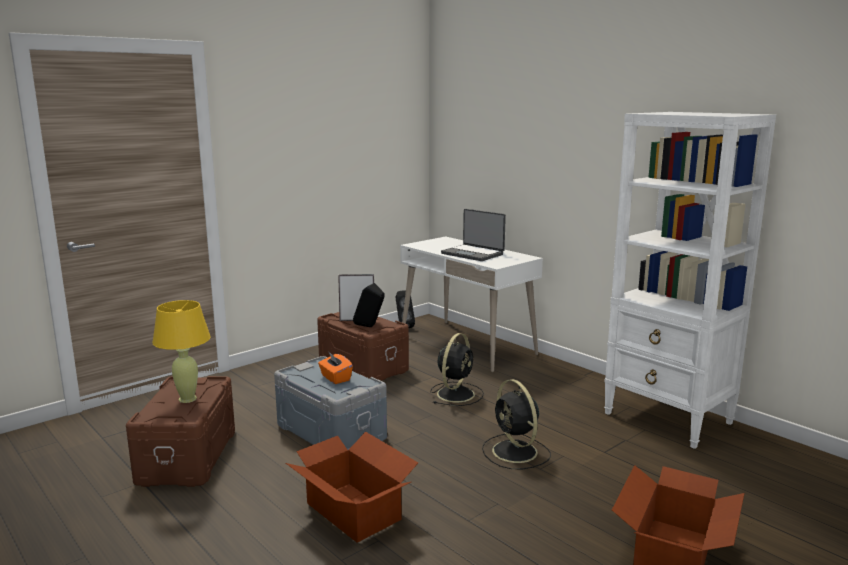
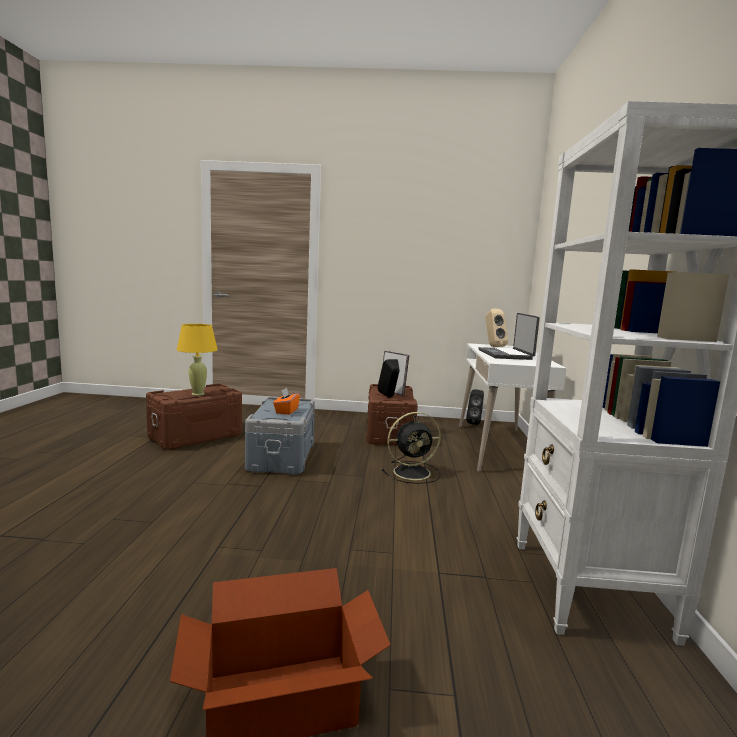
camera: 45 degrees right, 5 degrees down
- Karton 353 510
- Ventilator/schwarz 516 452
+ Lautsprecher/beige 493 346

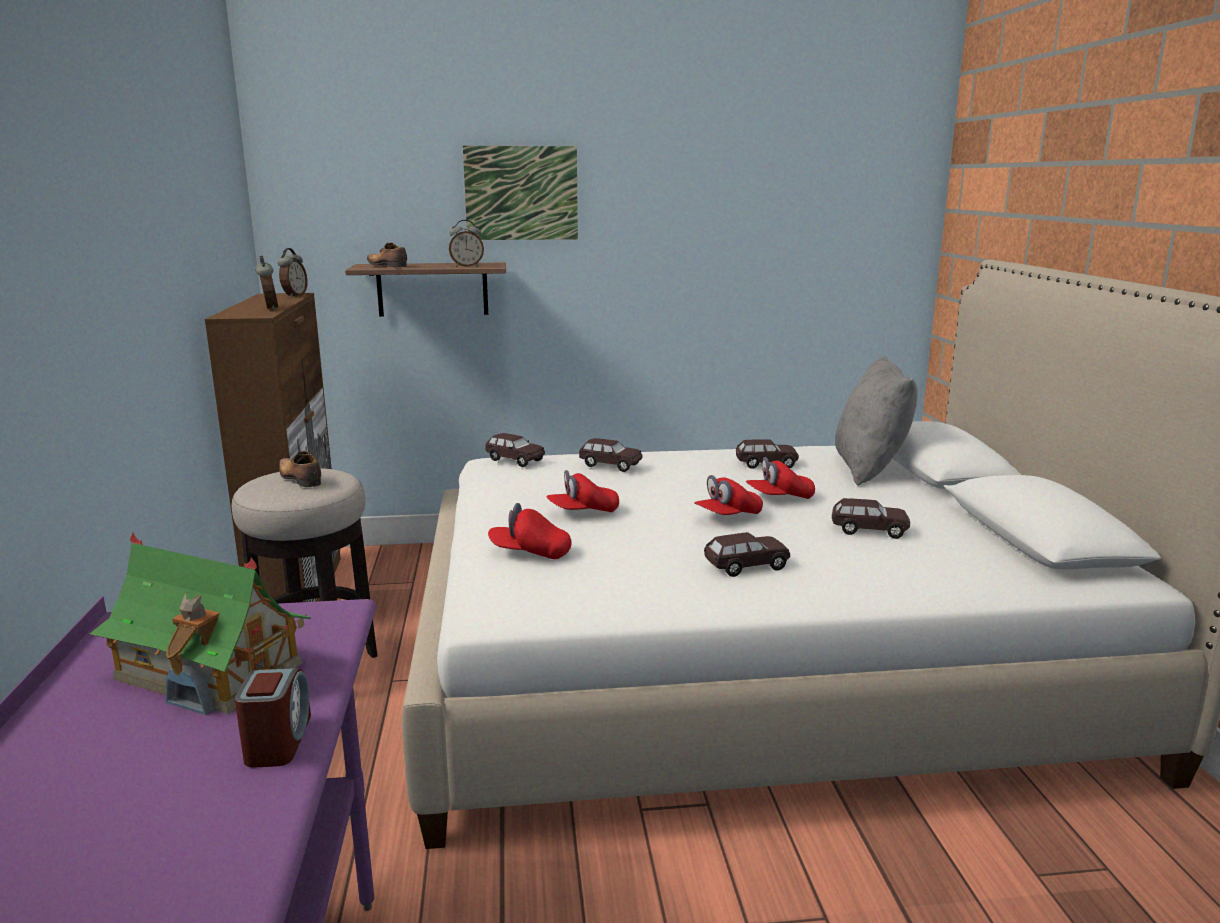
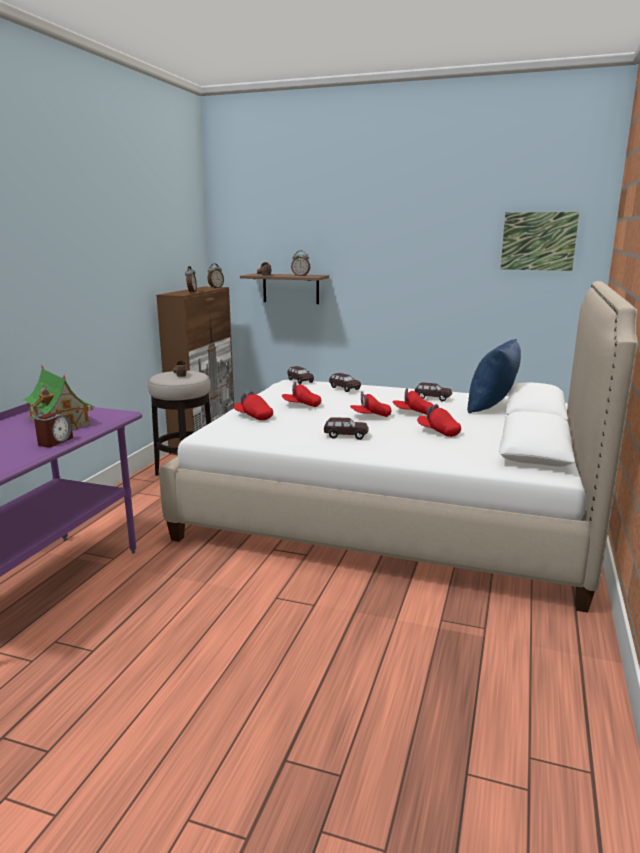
camera: 25 degrees right, 0 degrees up
~ Bild 521 193 to 538 241
~ Spielzeugauto/braun 869 530 to Kappe/rot 438 432
~ Kissen/grau 870 469 to Kissen/blau 492 407

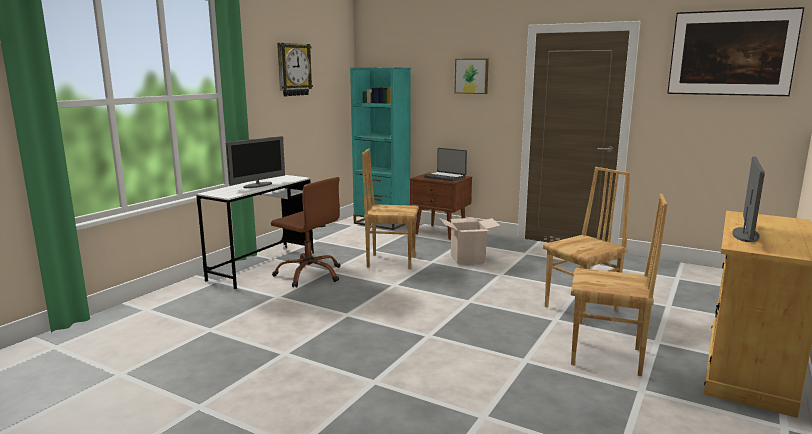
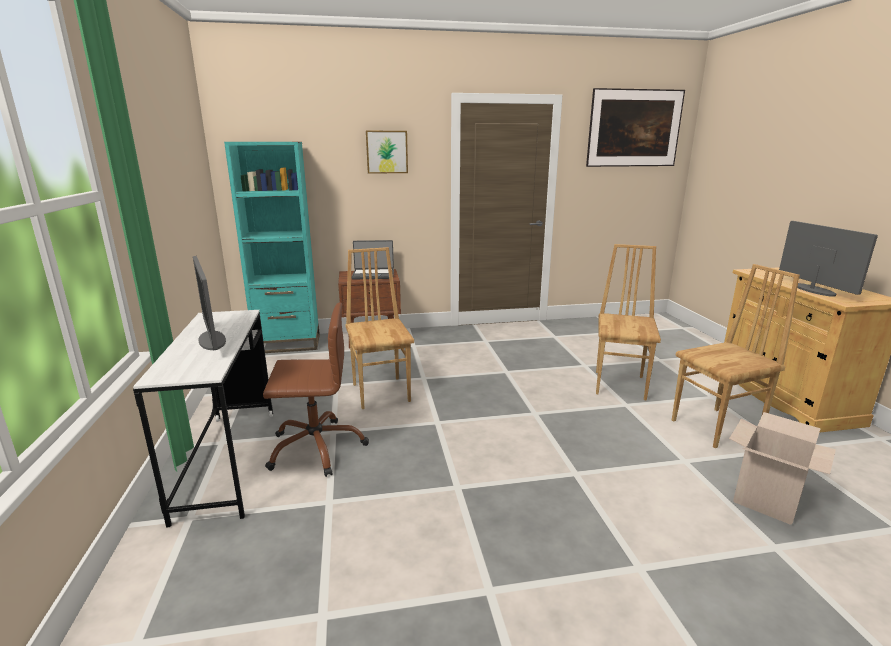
camera: 40 degrees left, 5 degrees up
~ Monitor 258 185 = 212 341 150 degrees clockwise
- Wanduhr 293 69
~ Stuhl/braun 391 261 = 382 392 105 degrees clockwise
~ Karton 467 259 to 767 499

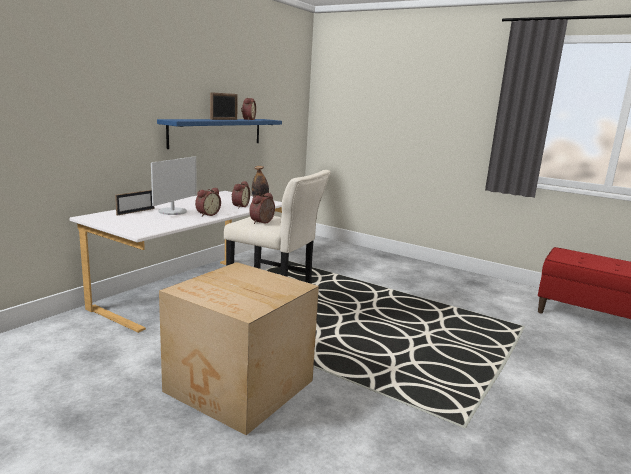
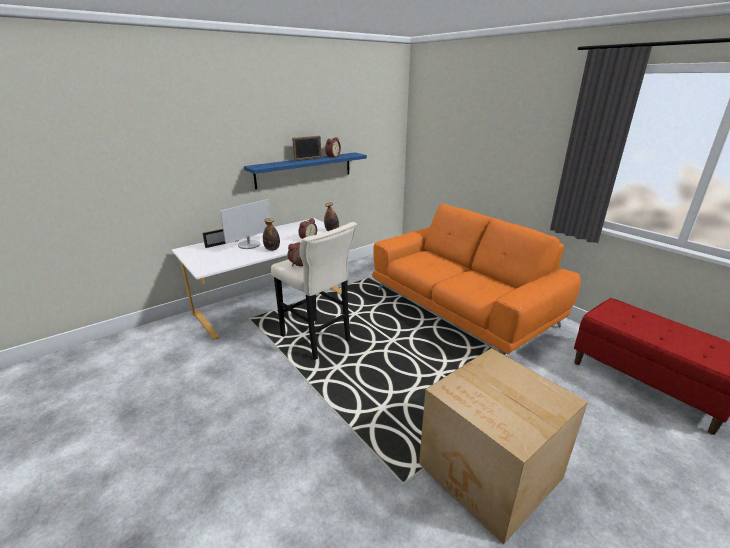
camera: 20 degrees right, 10 degrees up
~ Karton 240 387 to 490 473
~ Wecker 207 214 to Flasche 272 249
+ Sofa/orange 462 307

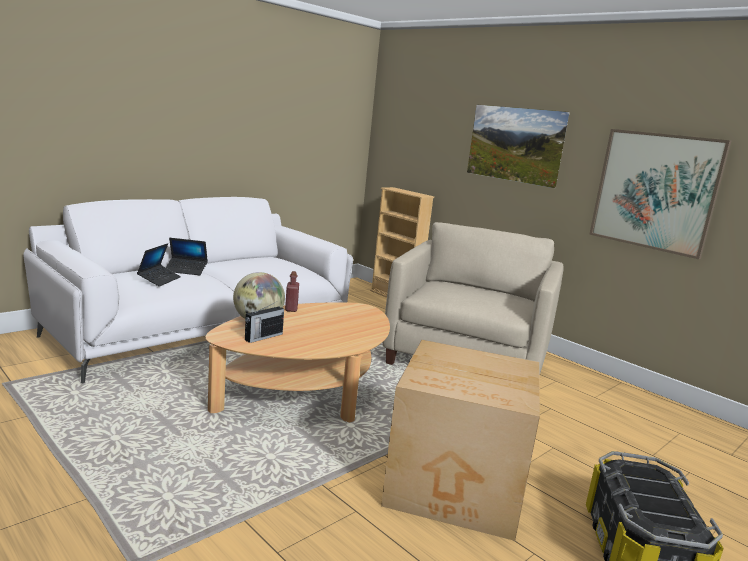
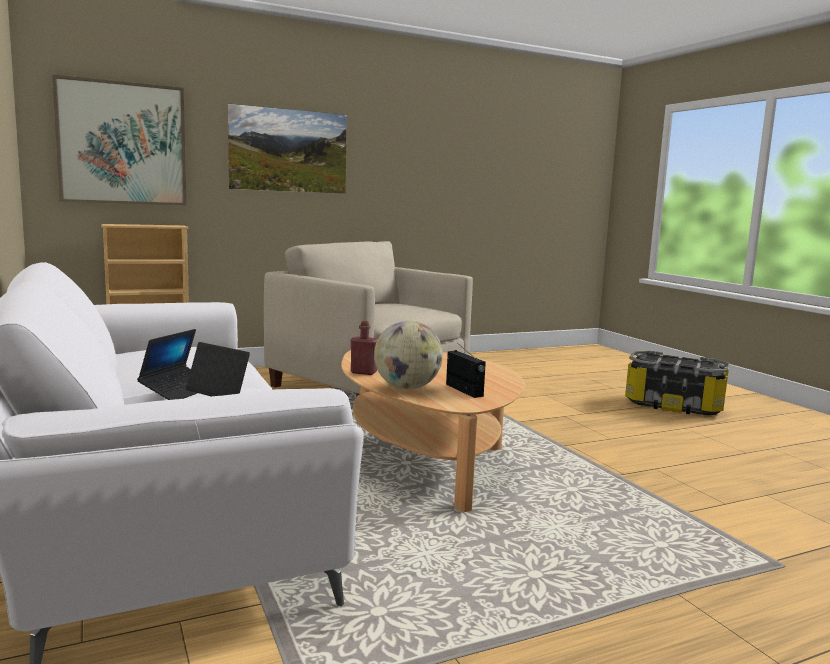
camera: 70 degrees left, 5 degrees down
- Karton 457 486
~ Bild 655 191 to 122 143

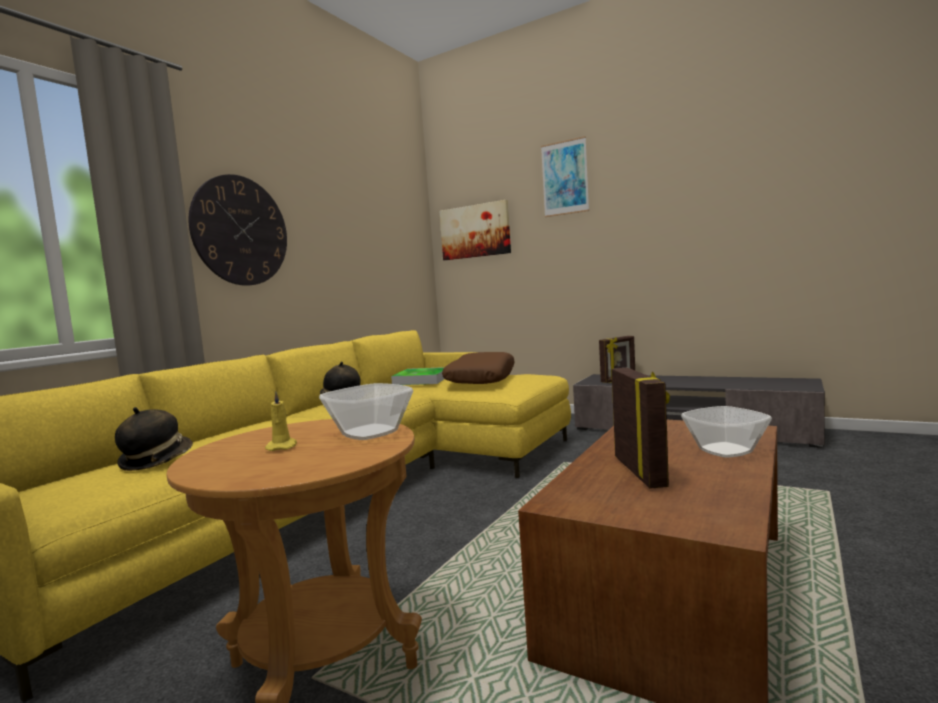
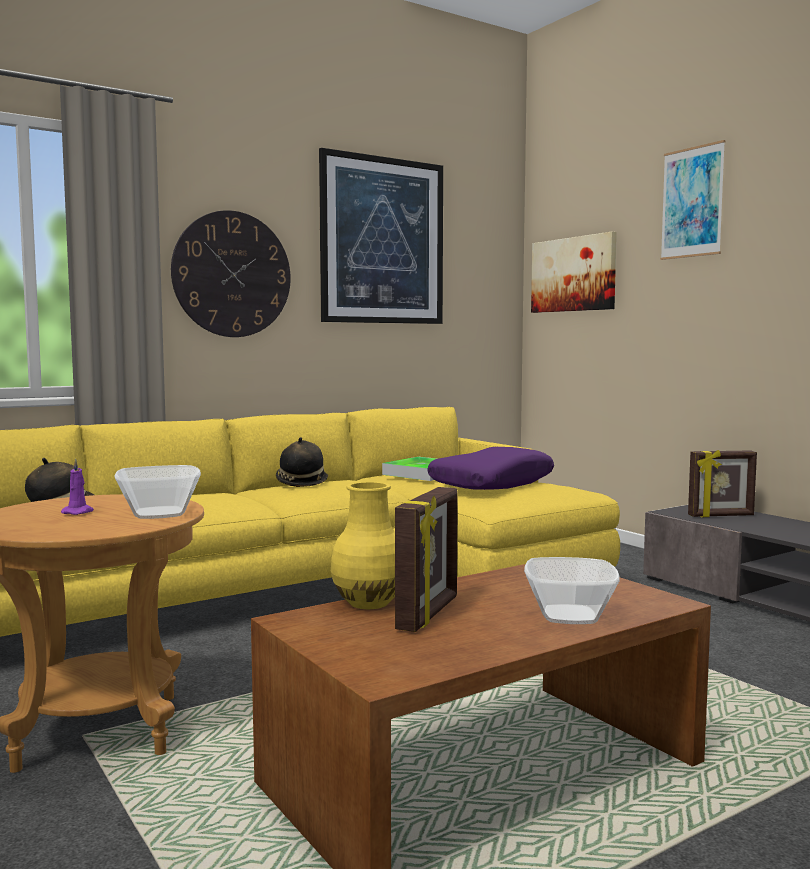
camera: 25 degrees right, 0 degrees up
~ Kerze/gelb 282 447 to Kerze/lila 79 512
~ Kissen/braun 480 379 to Kissen/lila 491 484
+ Bild 382 241
+ Vase/gelb 370 603

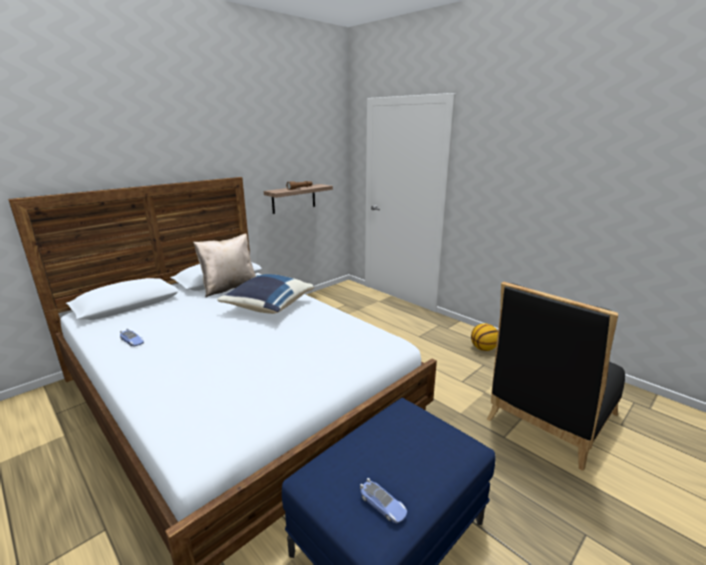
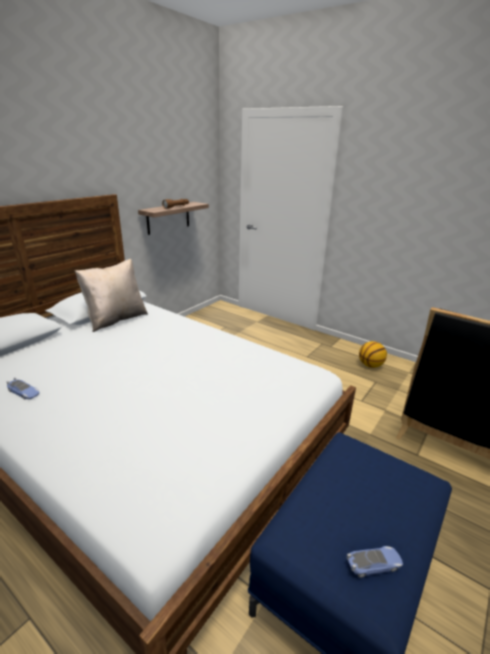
camera: 10 degrees left, 5 degrees up
- Kissen/blau 268 306
~ Spielzeugauto 383 505 = 373 564 45 degrees counterclockwise

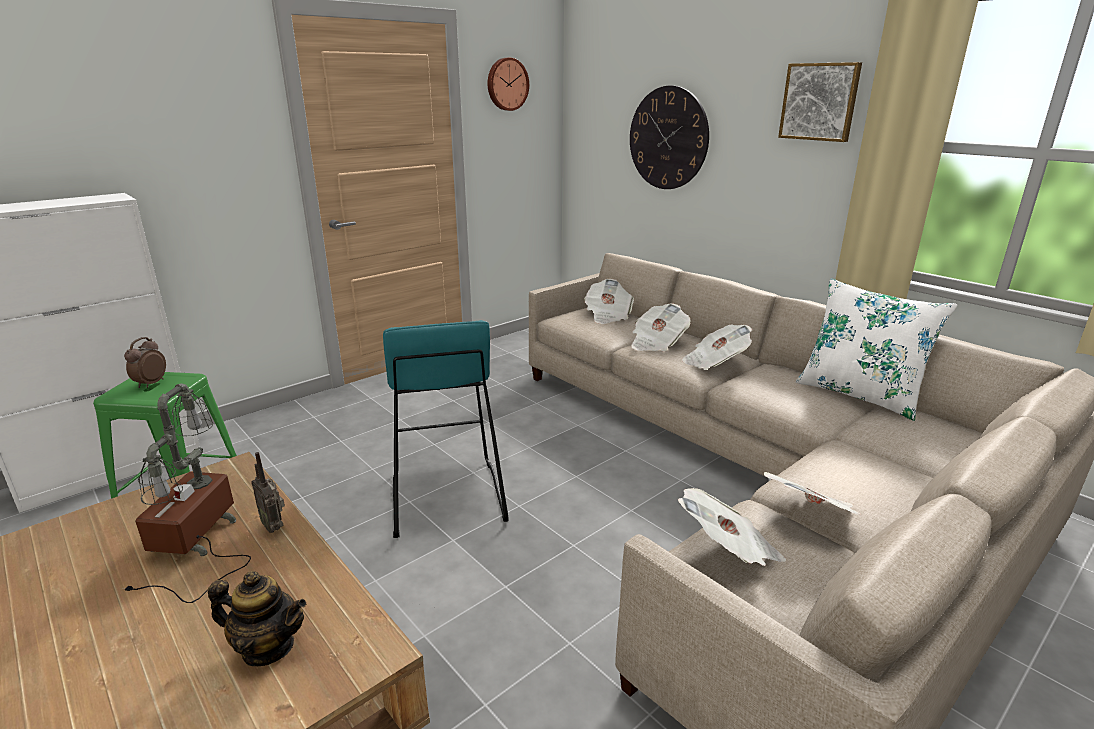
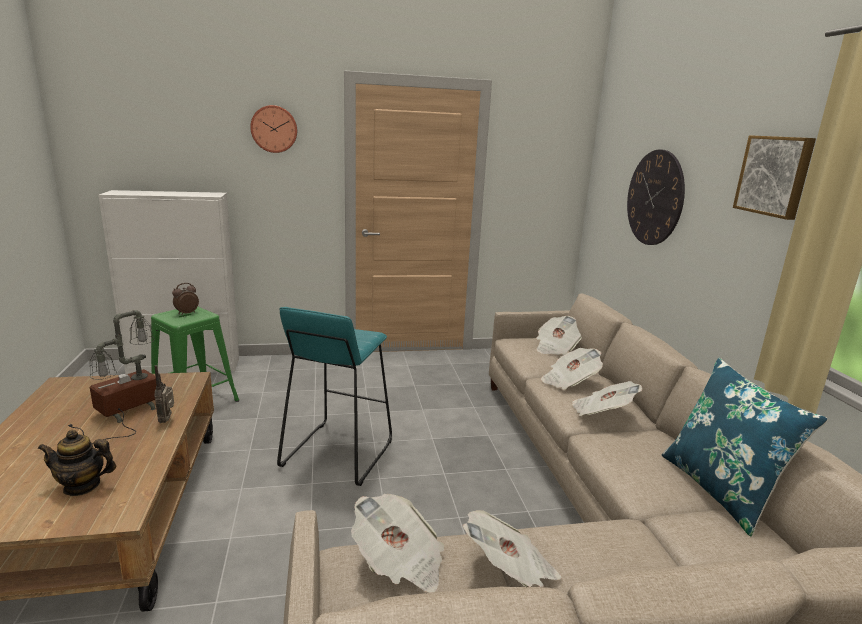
camera: 30 degrees right, 5 degrees down
~ Teekanne 268 647 = 82 486 135 degrees clockwise
~ Wanduhr 506 84 to 274 129
~ Kissen/weiß 859 394 to Kissen/blau 720 489

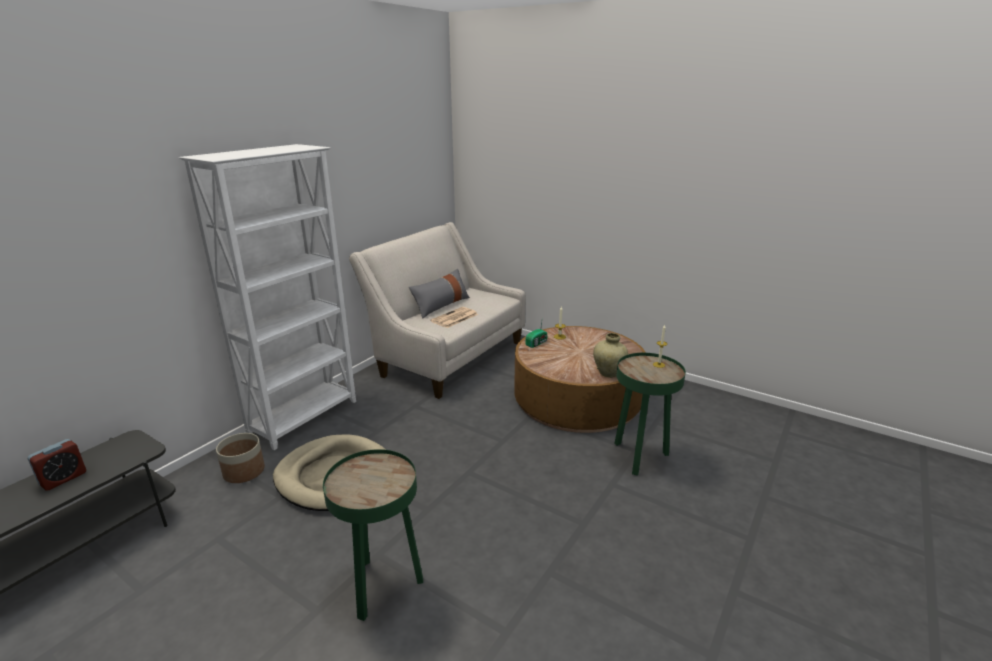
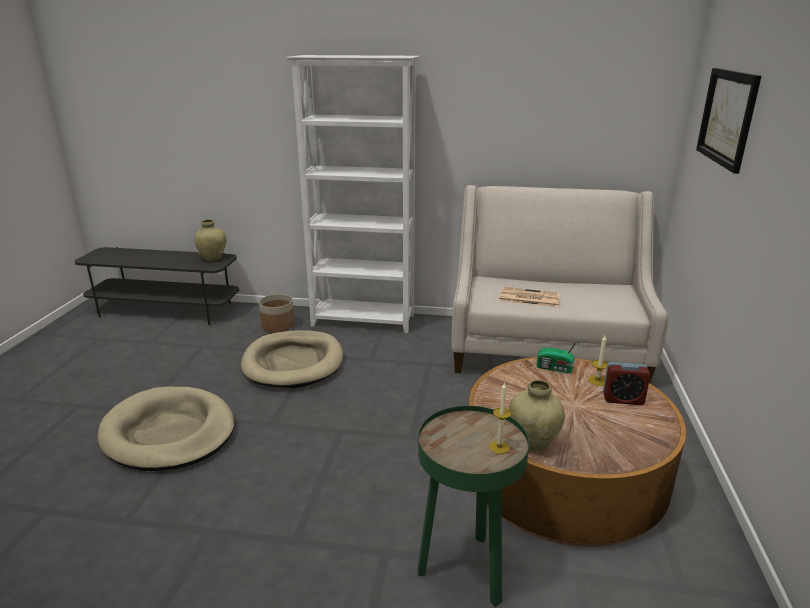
camera: 65 degrees right, 0 degrees up
~ Wecker 63 478 to 623 399
~ Beistelltisch/grün 383 586 to Hundebett/beige 169 433
- Kissen/grau 441 306
+ Vase/beige 213 258
+ Bild 727 117

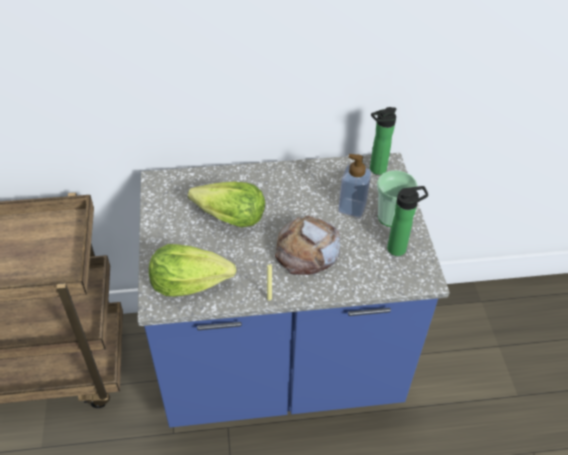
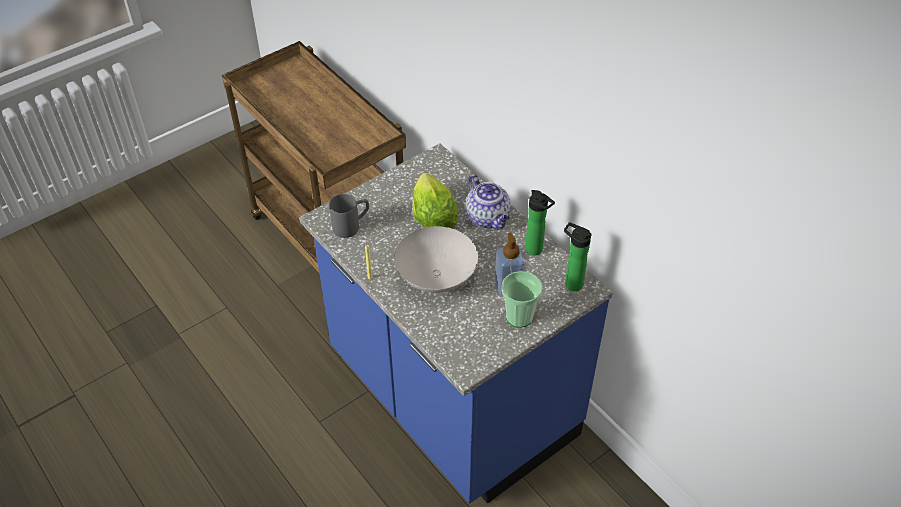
camera: 60 degrees right, 0 degrees up
~ Salatkopf 190 282 to Henkelbecher/grau 352 226
~ Brot 307 250 to Schüssel/weiß 436 278
~ Flasche 399 248 to 536 250
+ Teekanne 488 218

